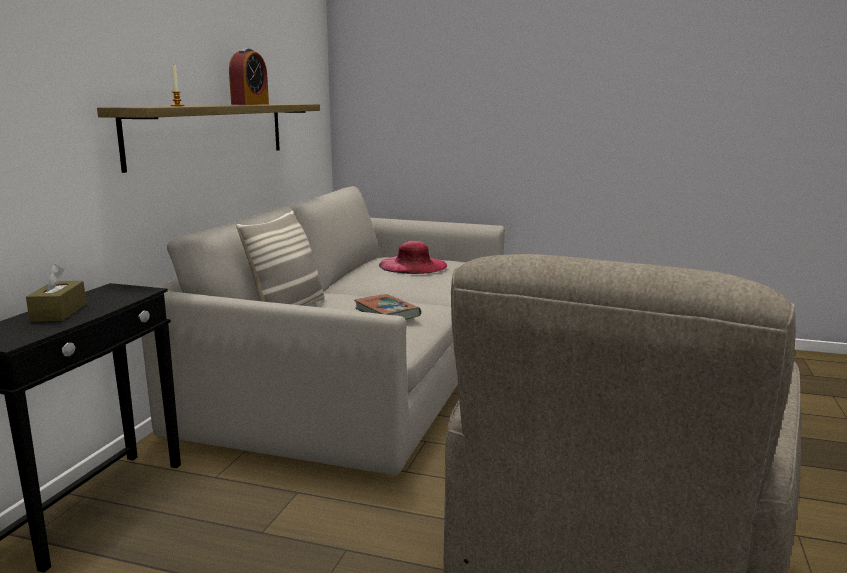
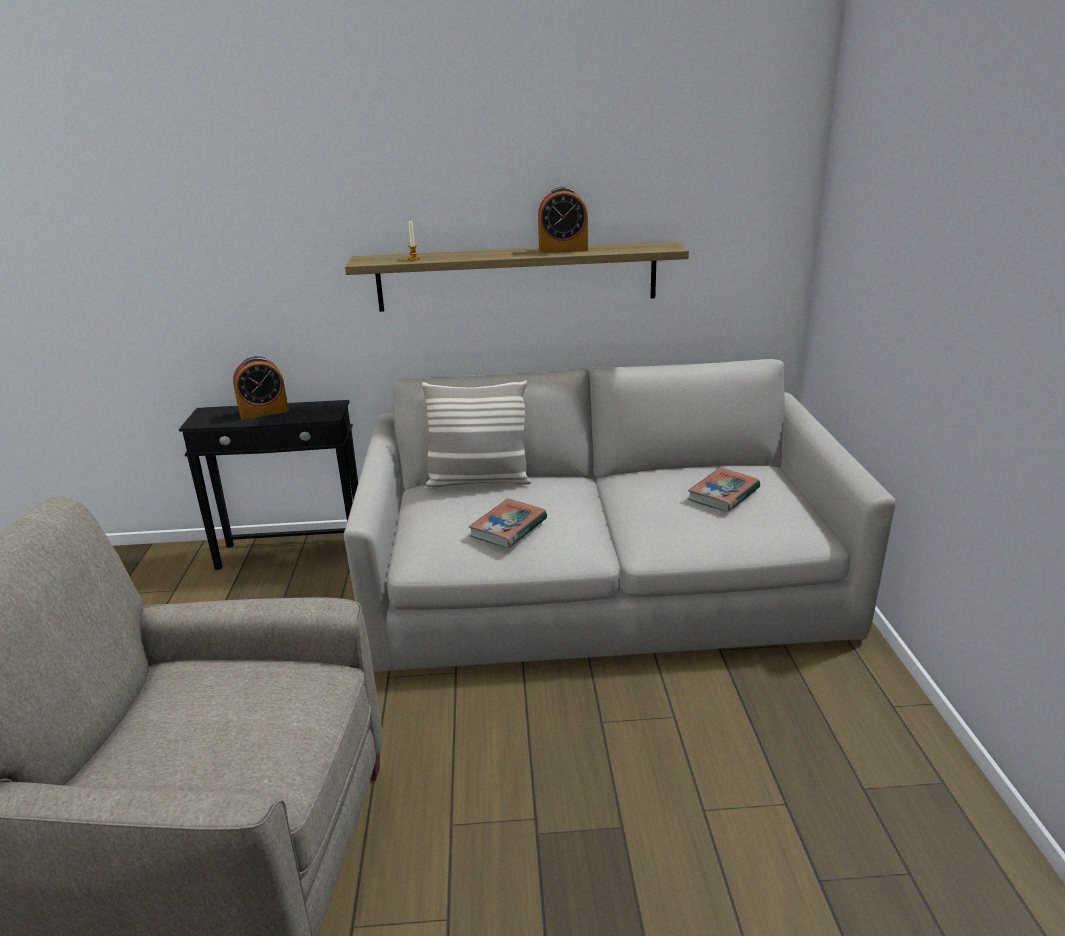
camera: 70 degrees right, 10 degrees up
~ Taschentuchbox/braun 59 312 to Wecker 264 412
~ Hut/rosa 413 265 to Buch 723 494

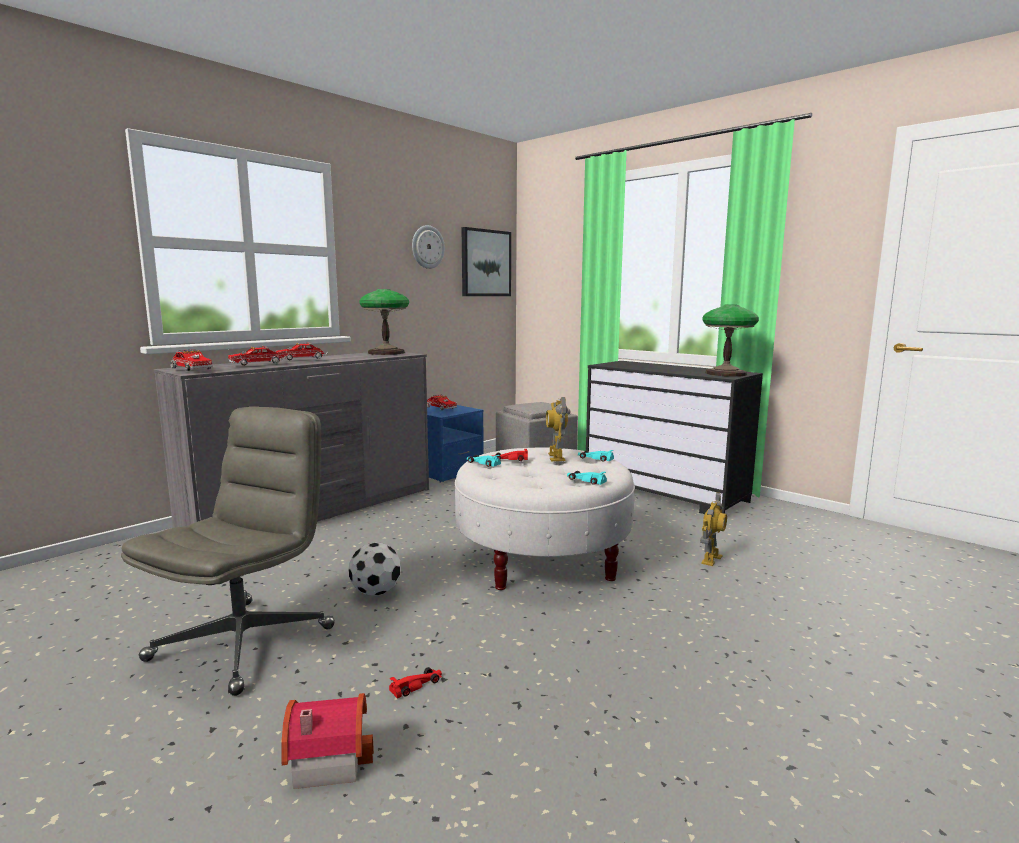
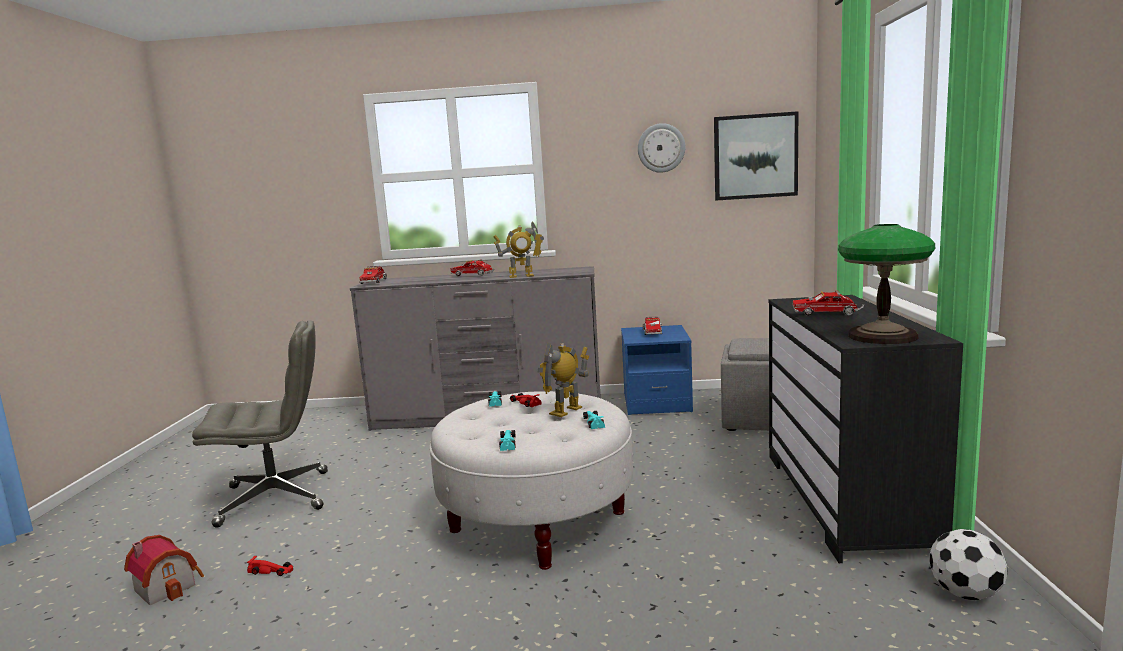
camera: 50 degrees right, 0 degrees up
~ Spielzeuglaster 258 365 to 828 315
~ Fußball 376 591 to 965 593
- Tischlampe 386 353
~ Spielzeugroboter 710 559 to 521 276

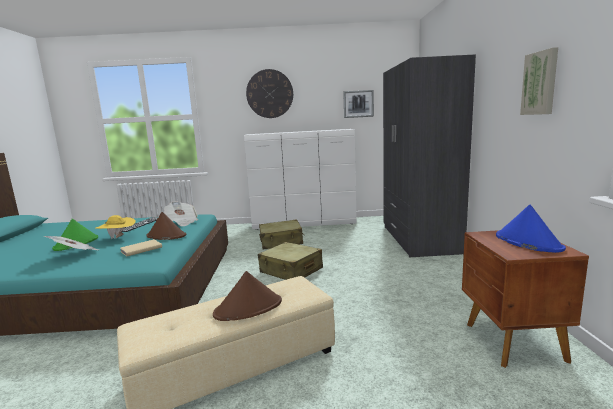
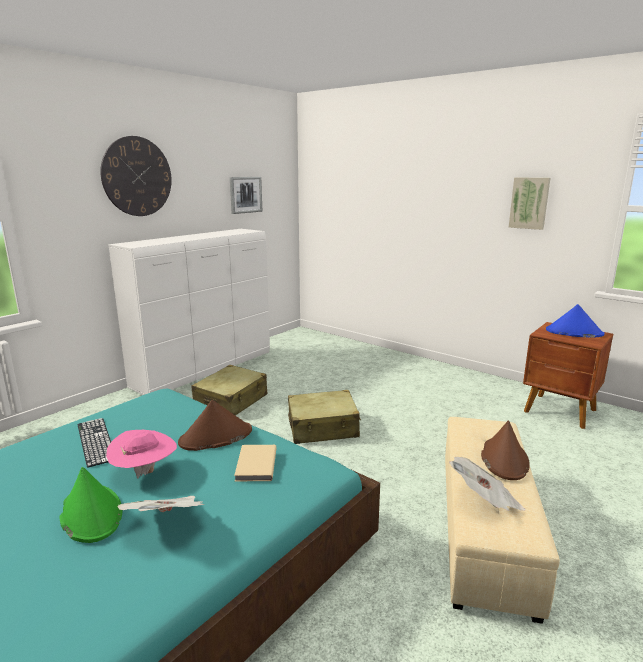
camera: 50 degrees left, 5 degrees up
~ Hut/gelb 118 238 to Hut/rosa 145 472
~ Zeitung 182 222 to 485 501
- Kleiderschrank/grau 419 239

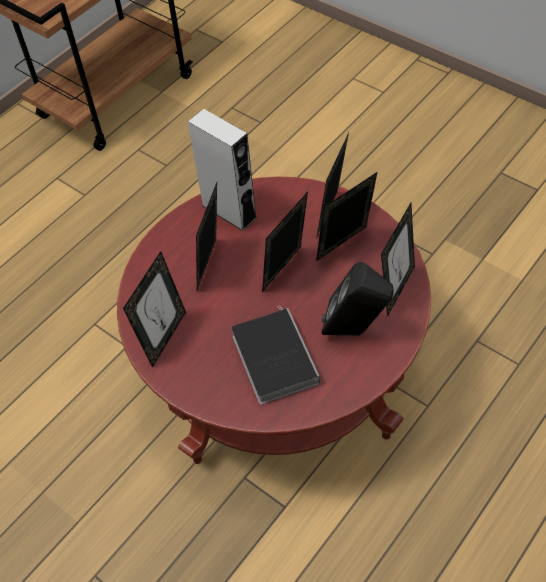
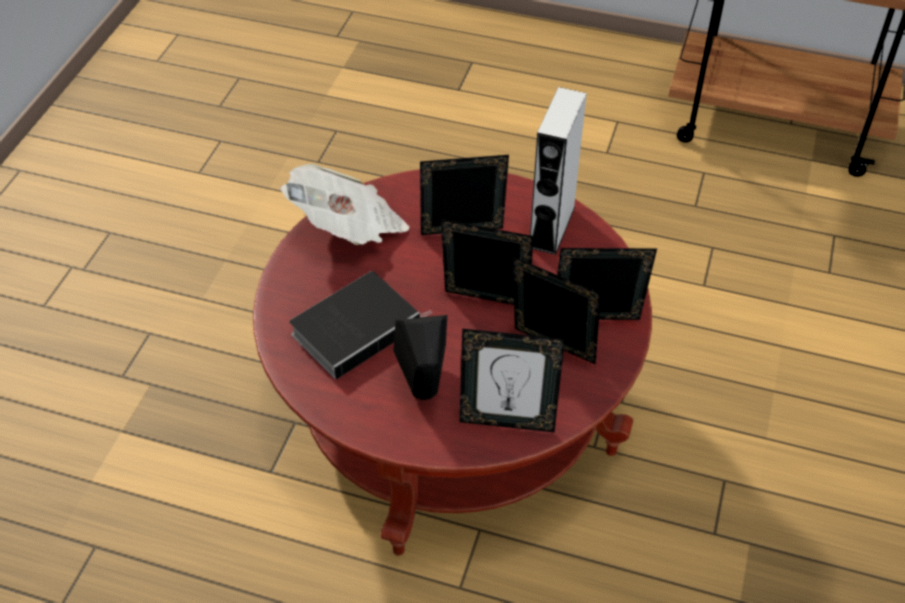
camera: 65 degrees right, 5 degrees down
~ Bilderrahmen 164 337 to Zeitung 349 228

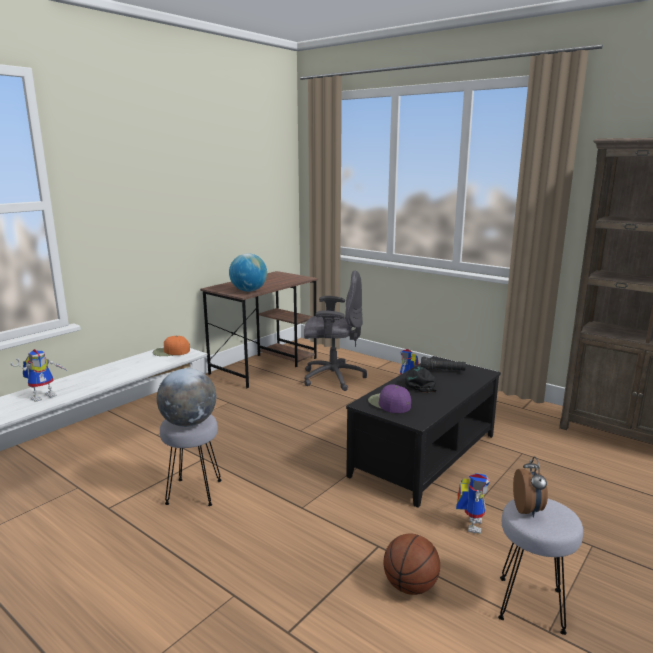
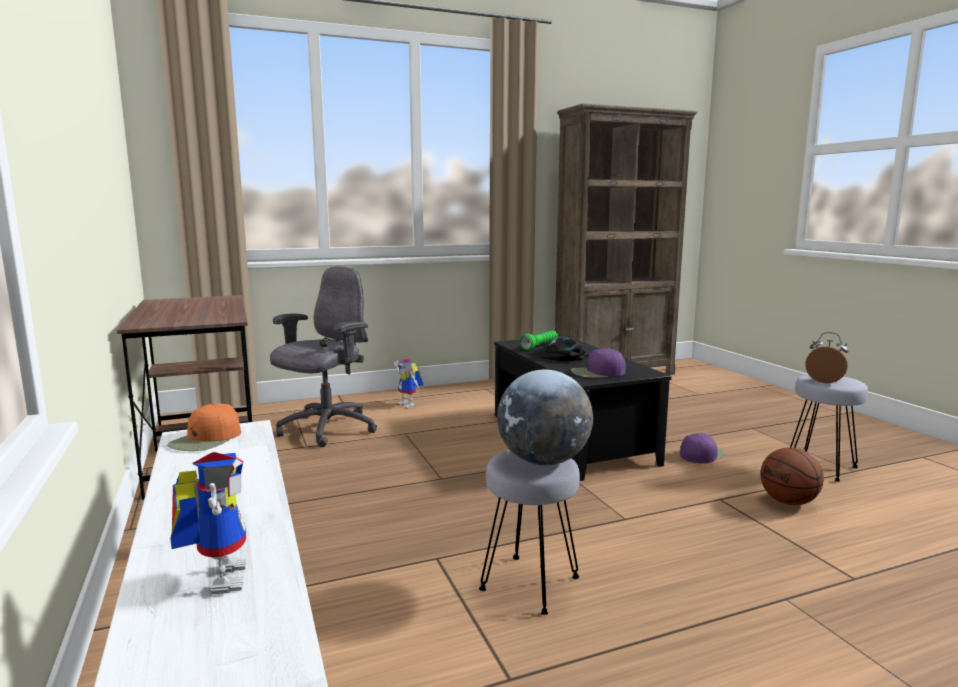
camera: 60 degrees left, 5 degrees down
- Globus 248 291
~ Taschenlampe/schwarz 442 371 to Taschenlampe/grün 539 346
~ Spielzeugroboter 470 523 to Kappe/lila 702 454

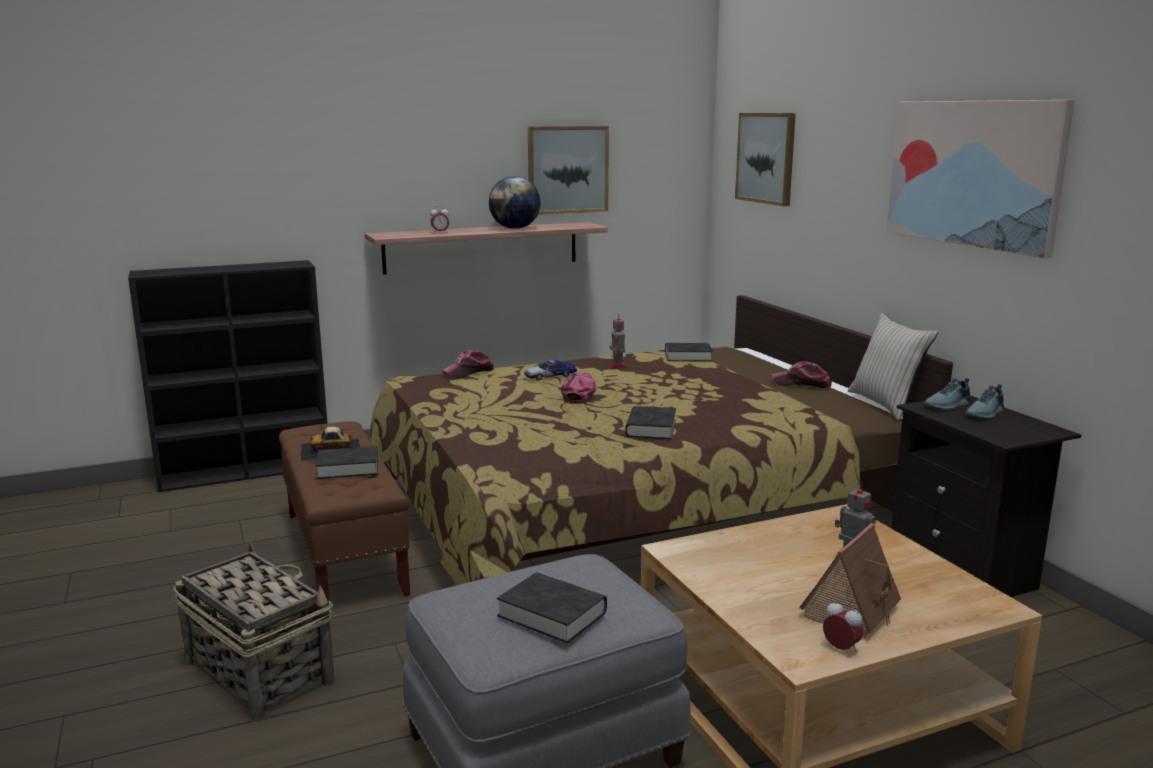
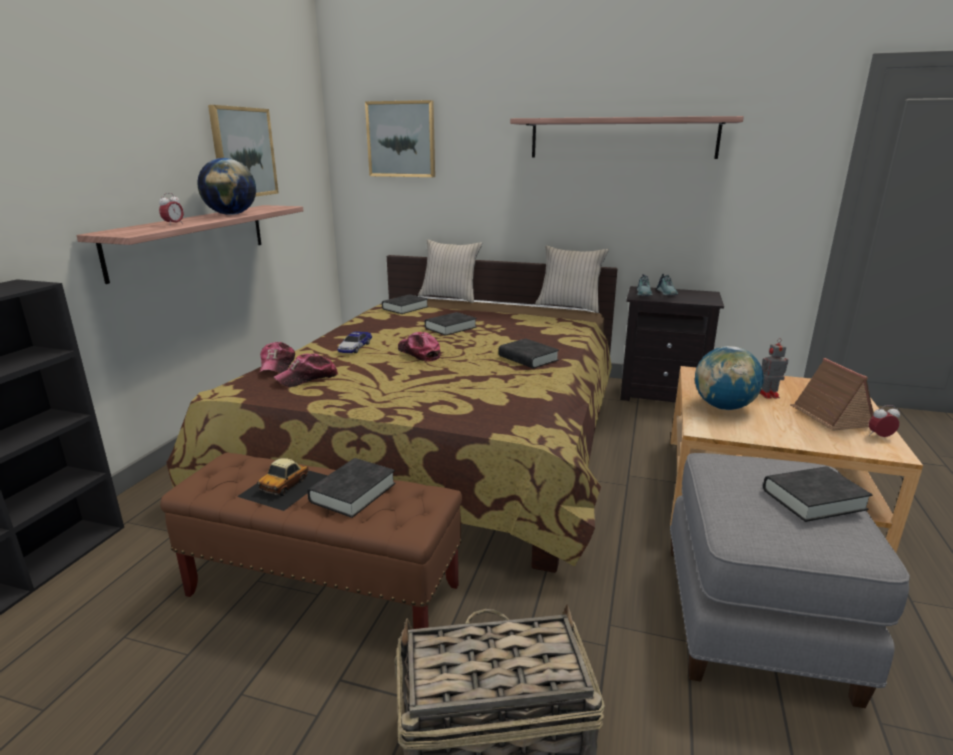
camera: 50 degrees left, 5 degrees up
- Spielzeugroboter 618 367
~ Kappe 802 384 to 307 378
~ Bild 973 173 to Wandregal 622 138
+ Kissen/beige 450 297
+ Buch/schwarz 450 328
+ Globus 723 407

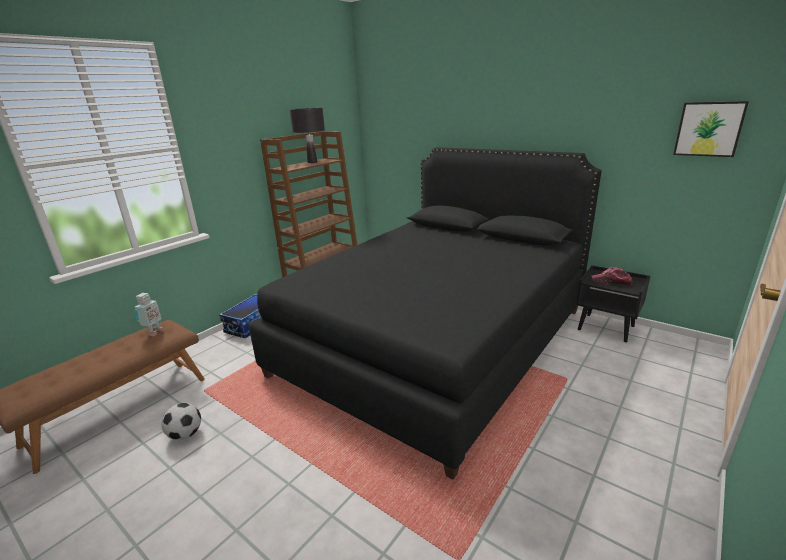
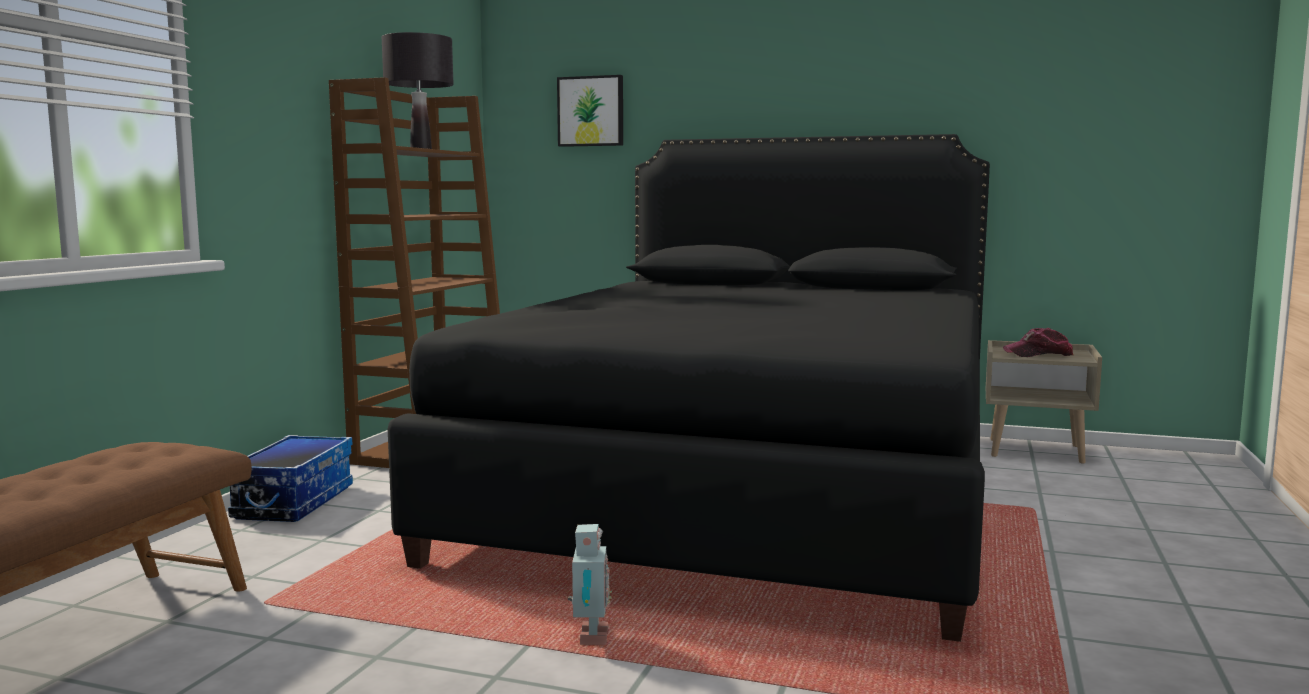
camera: 20 degrees left, 15 degrees down
~ Spielzeugroboter 154 332 to 590 639
- Fußball 185 434
~ Nachttisch/schwarz 606 328 to Nachttisch/beige 1036 451
~ Bild 709 129 to 591 111

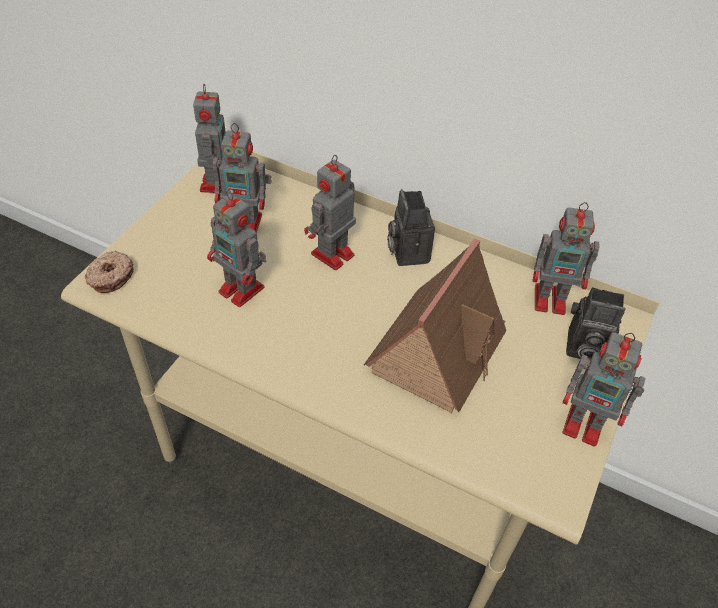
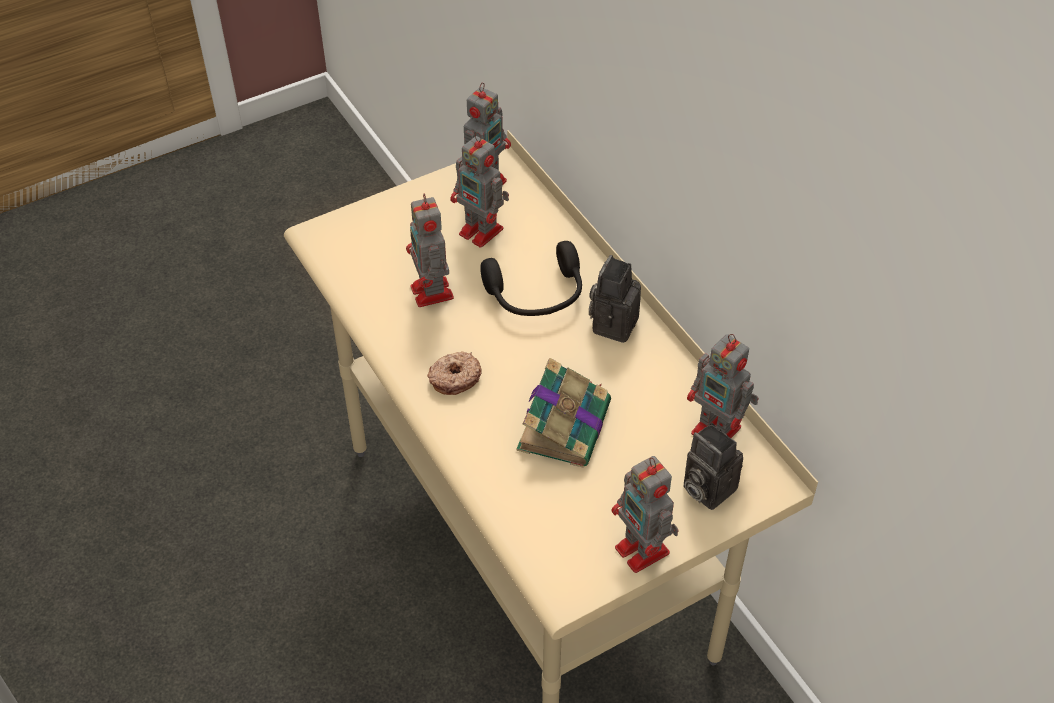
camera: 35 degrees right, 0 degrees up
~ Donut 110 277 to 454 378
~ Spielzeugroboter 331 255 to Kopfhörer/schwarz 536 295
~ Spielzeughaus 438 349 to Buch 564 424

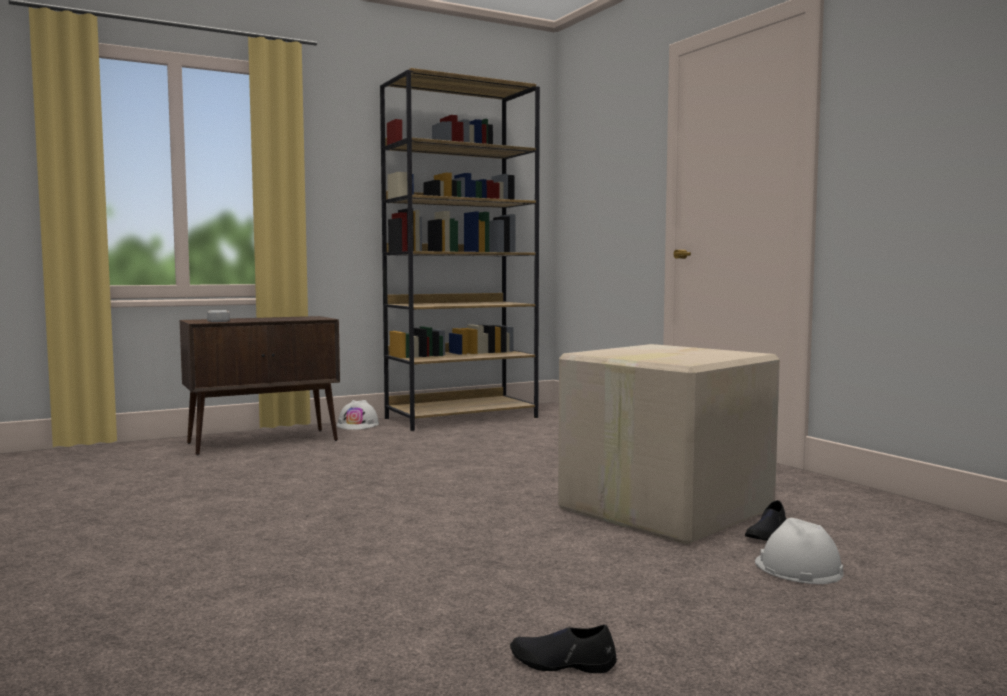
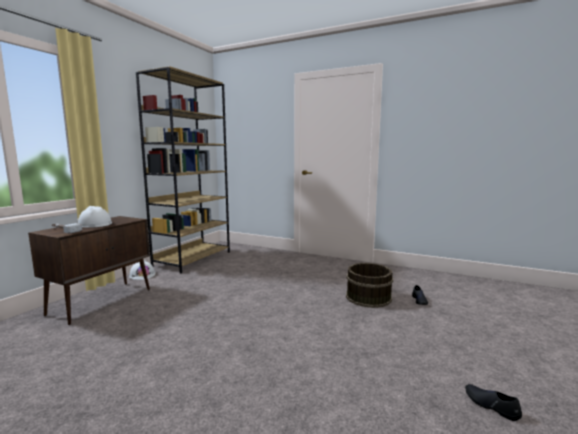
camera: 35 degrees left, 5 degrees up
~ Schuh/schwarz 562 663 = 491 405 75 degrees clockwise
~ Karton 662 509 to Eimer/braun 367 297
~ Schutzhelm/weiß 798 568 to 94 224

